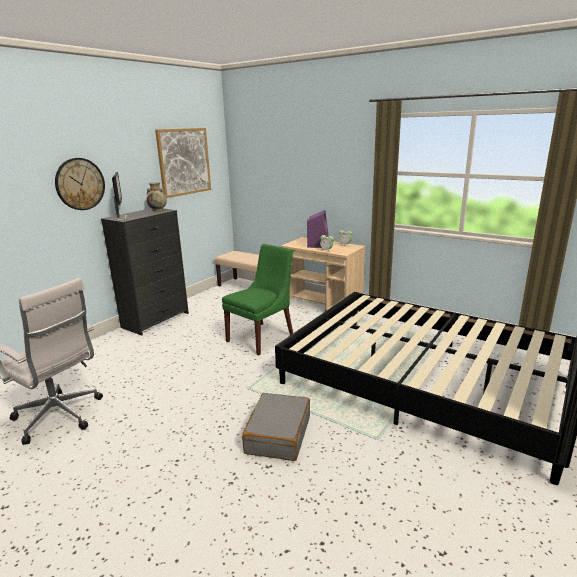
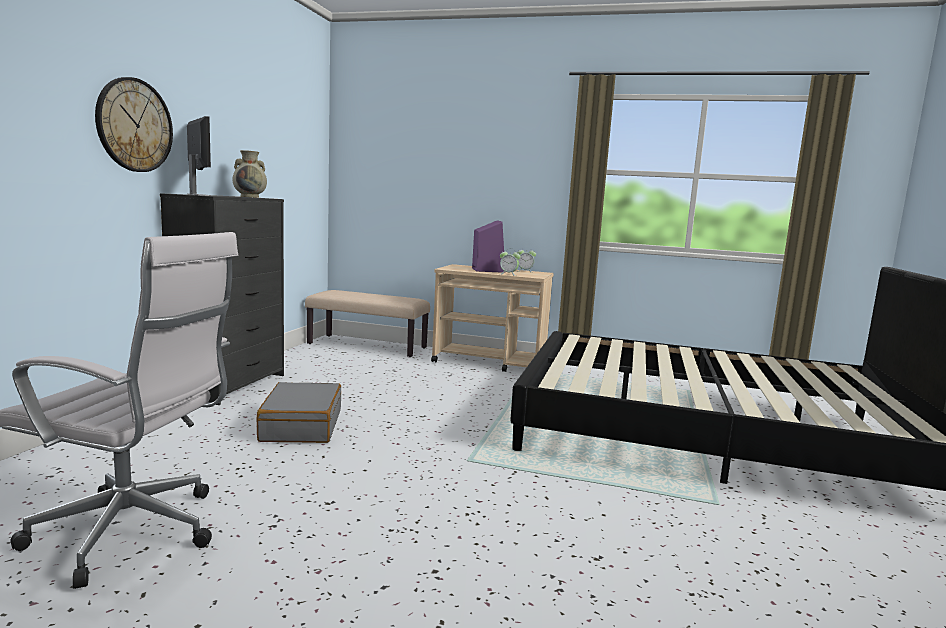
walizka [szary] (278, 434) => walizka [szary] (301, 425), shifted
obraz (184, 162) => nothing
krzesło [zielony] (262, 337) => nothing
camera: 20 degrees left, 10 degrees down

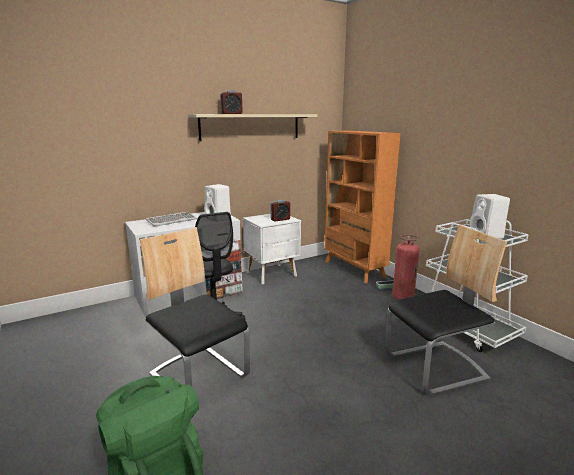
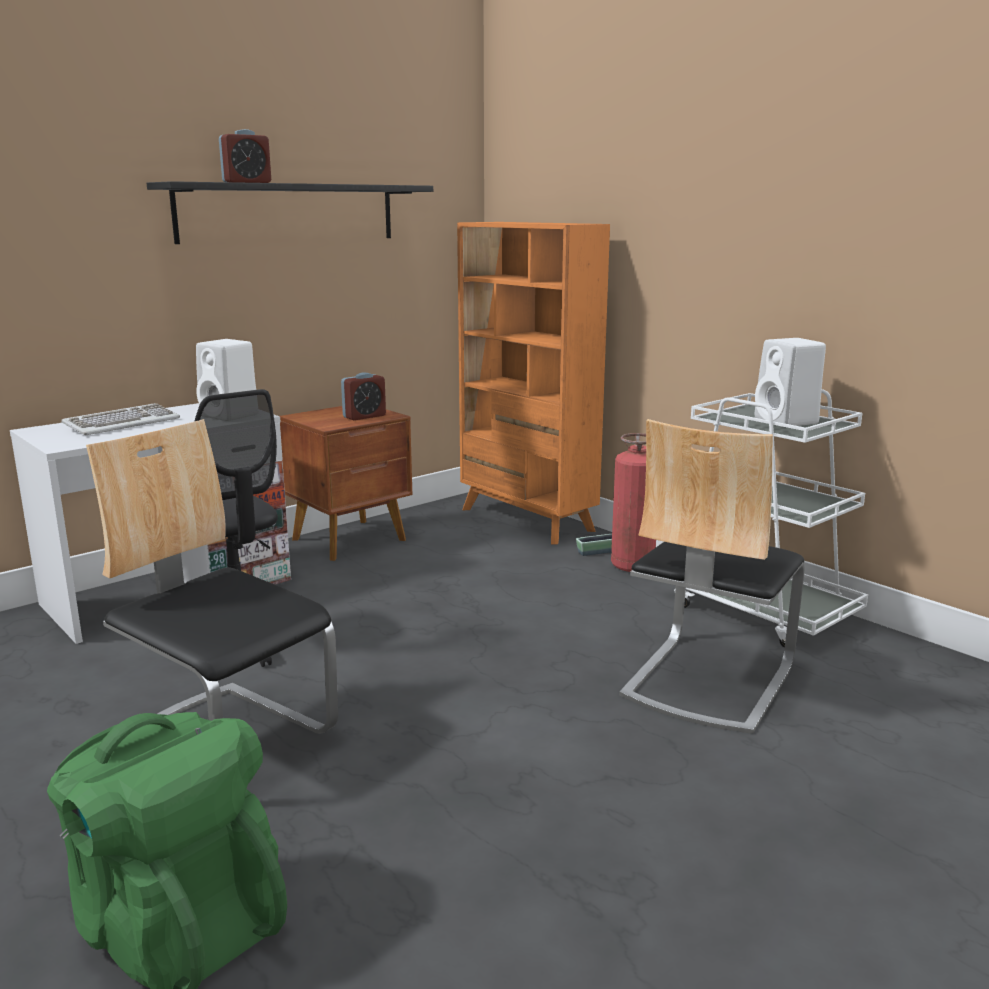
półka [beżowy] (251, 127) => półka [czarny] (289, 213)
szafka nocna [biały] (272, 274) => szafka nocna [brązowy] (351, 540)
krzesło (435, 367) => krzesło (707, 680), 150 degrees clockwise
camera: 10 degrees left, 0 degrees up

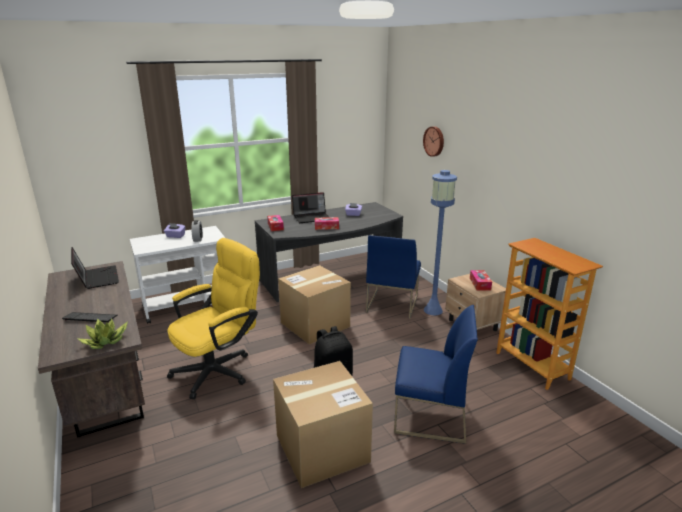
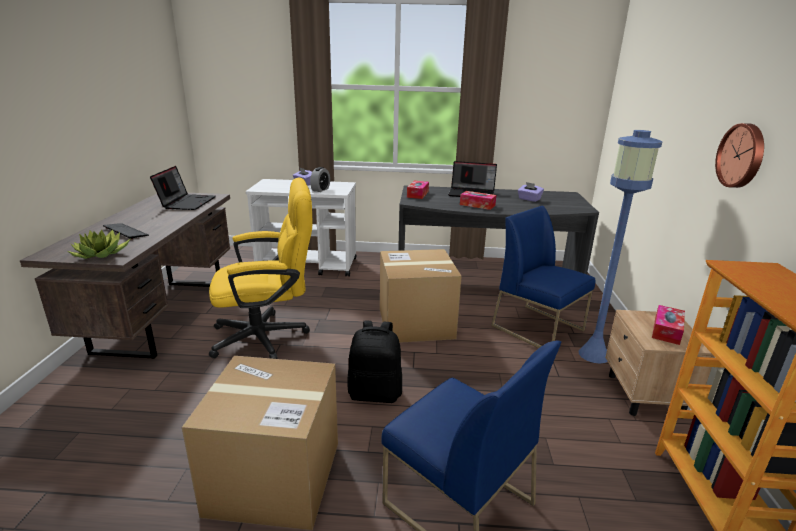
krzesło [niebieski] (391, 303) => krzesło [niebieski] (538, 328), 90 degrees clockwise
zegar ścienny (434, 141) => zegar ścienny (742, 156), shifted
camera: 30 degrees right, 0 degrees up

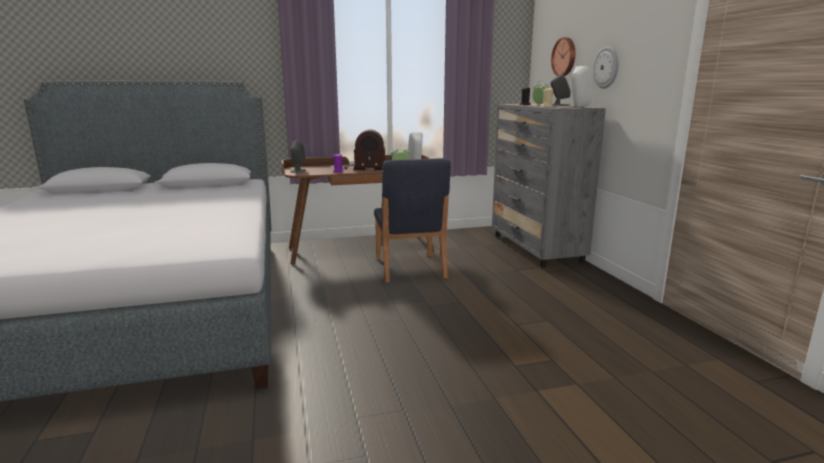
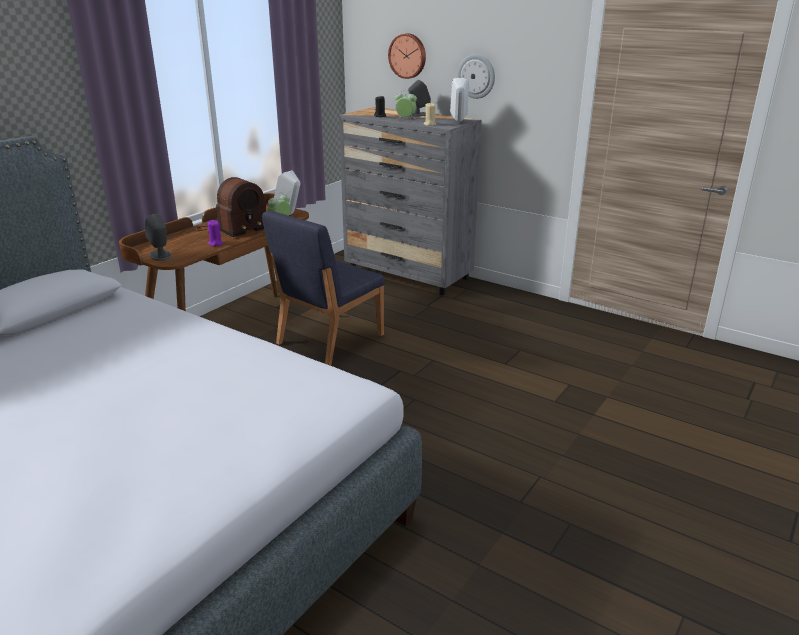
krzesło [niebieski] (409, 268) => krzesło [niebieski] (329, 339), 90 degrees clockwise
camera: 40 degrees left, 10 degrees up

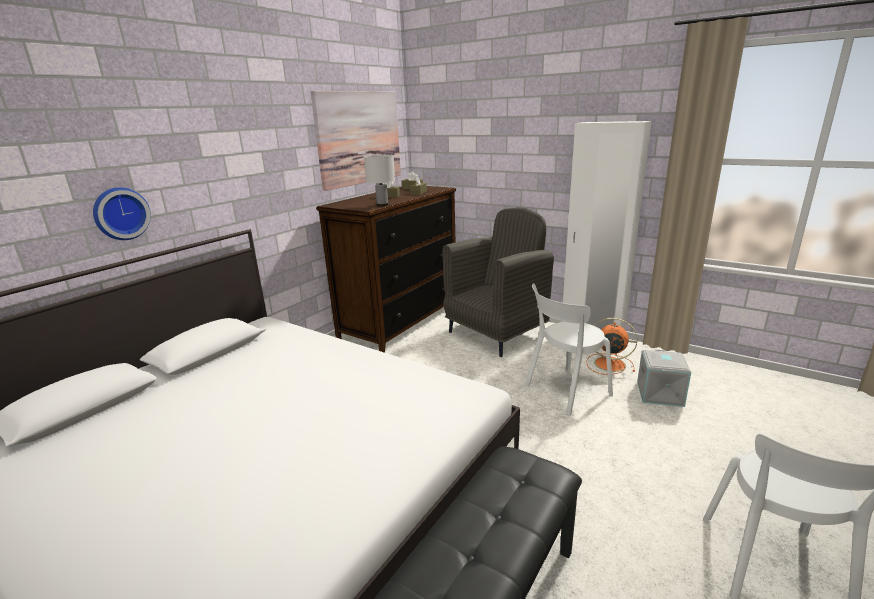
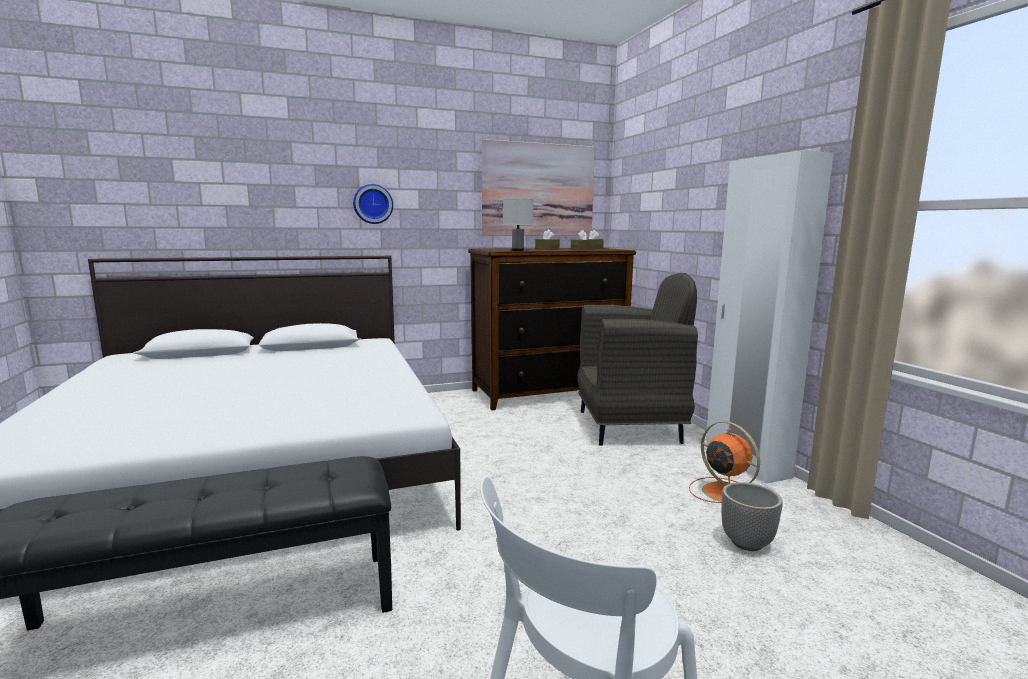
zegar ścienny (120, 213) => zegar ścienny (373, 204), shifted
pojemnik do przechowywania [szary] (661, 394) => donica (746, 543)
krzesło [biały] (565, 391) => nothing
camera: 35 degrees right, 10 degrees down

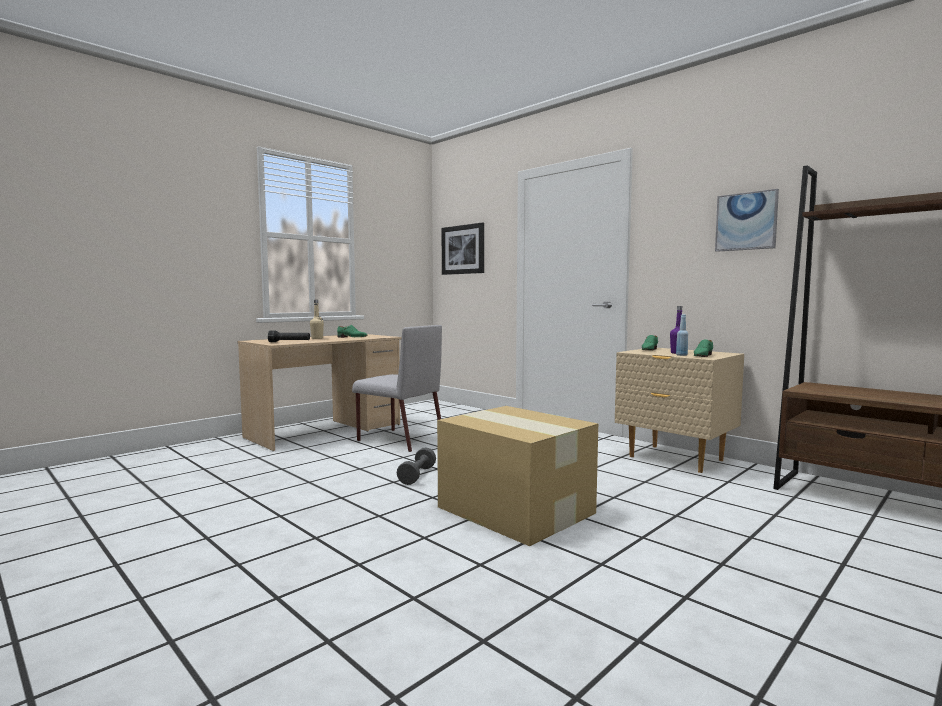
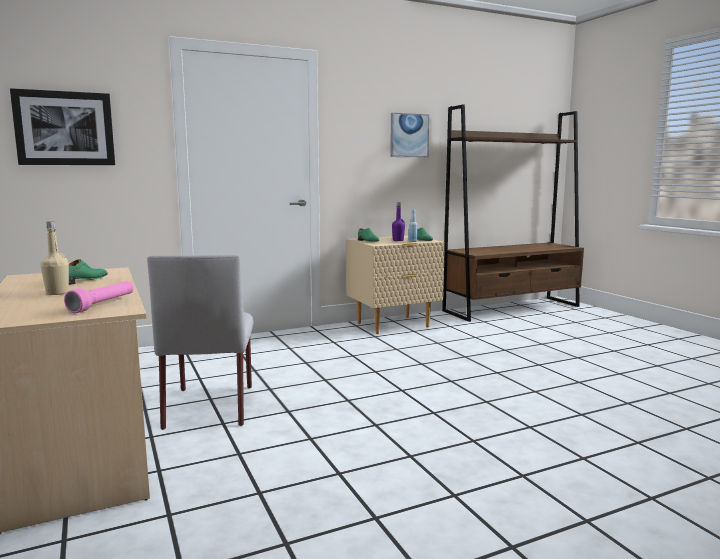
latarka [czarny] (289, 342) => latarka [różowy] (103, 304)
krzesło [szary] (399, 440) => krzesło [szary] (210, 405), 120 degrees clockwise
hantel [szary] (417, 475) => nothing
karton (515, 509) => nothing
camera: 70 degrees left, 5 degrees up

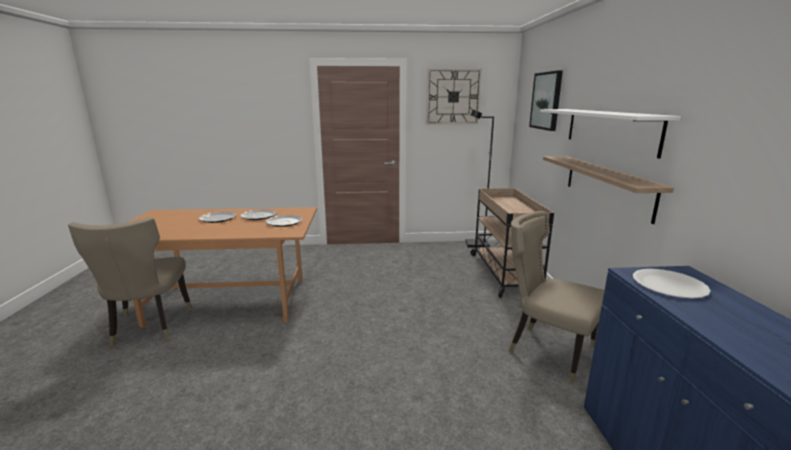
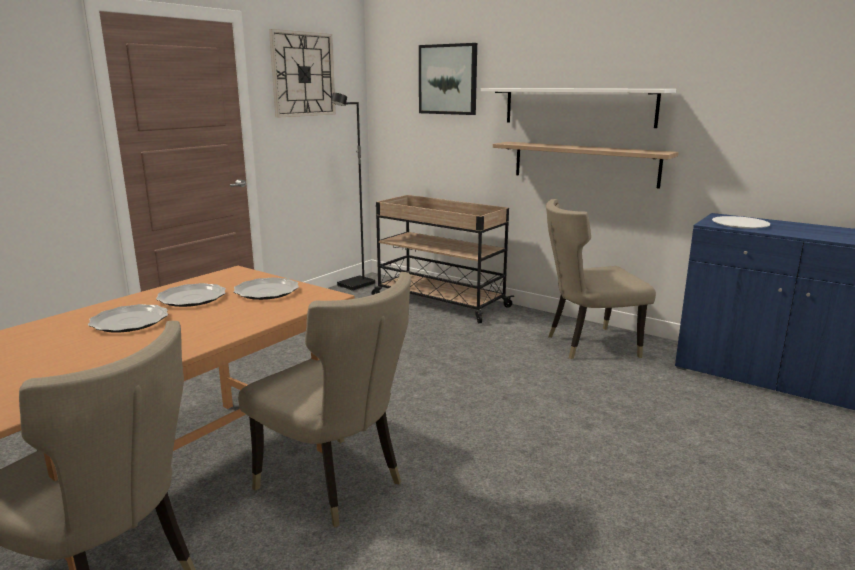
nothing => krzesło [beżowy] (336, 484)
camera: 50 degrees left, 0 degrees up

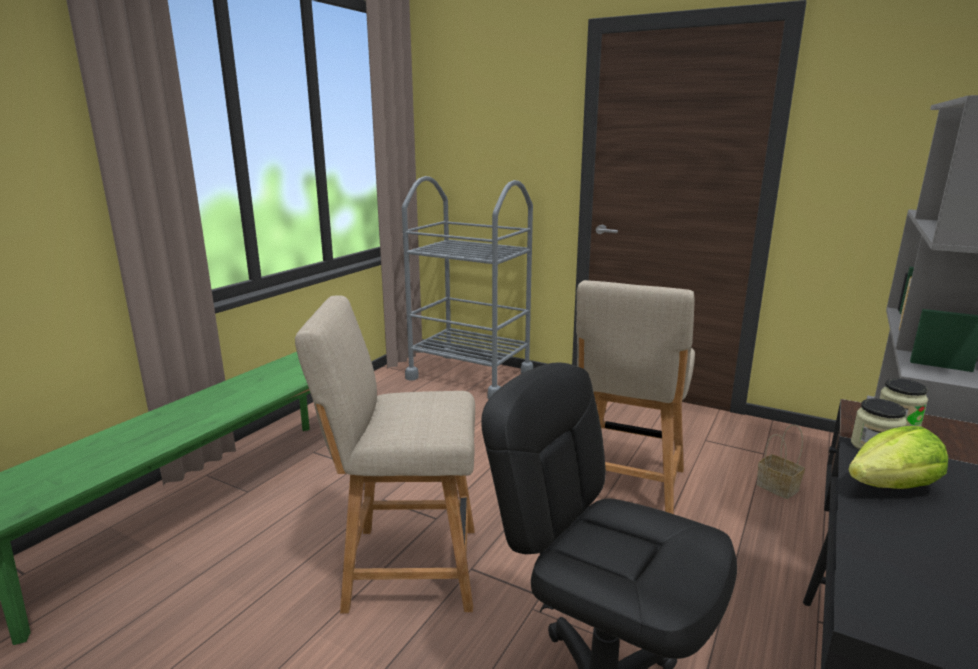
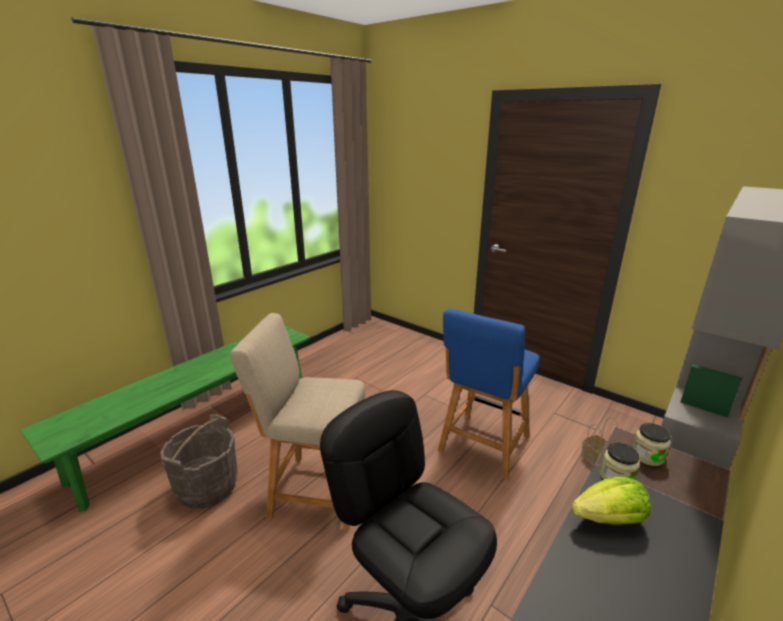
nothing => wiadro [szary] (207, 486)
krzesło [beżowy] (626, 487) => krzesło [niebieski] (482, 446)
wózek [szary] (470, 375) => nothing
camera: 10 degrees right, 5 degrees up

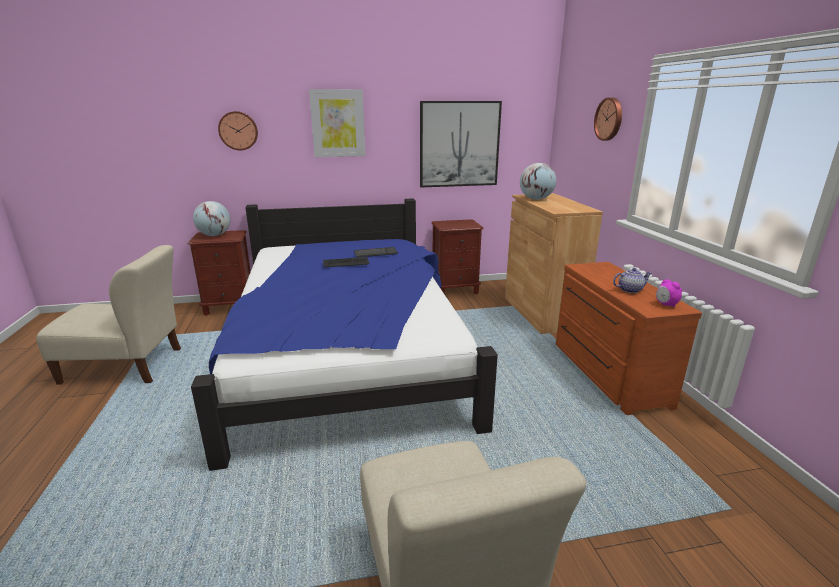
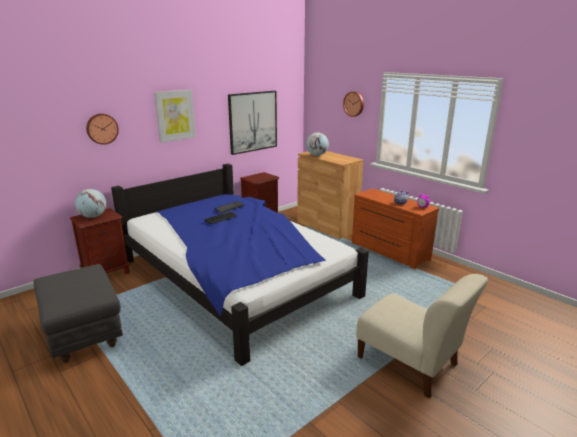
krzesło [beżowy] (127, 366) => pufa [szary] (85, 335)
camera: 30 degrees left, 0 degrees up

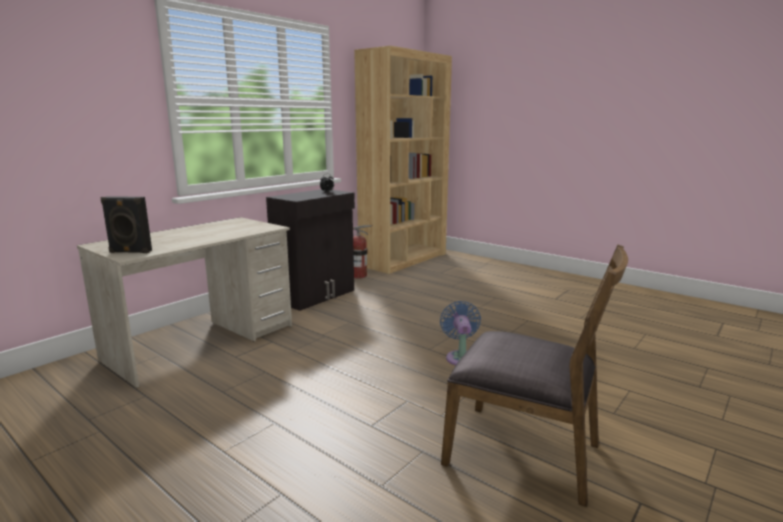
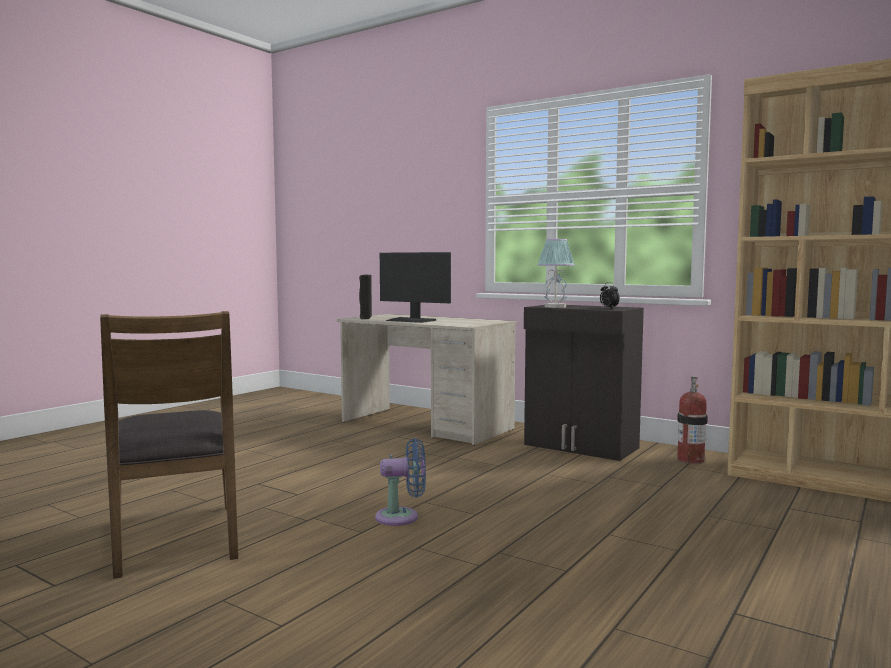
krzesło [brązowy] (524, 452) => krzesło [brązowy] (176, 539), 45 degrees counterclockwise
nothing => monitor (411, 320)
nothing => lampa stołowa (554, 307)
camera: 85 degrees right, 10 degrees down

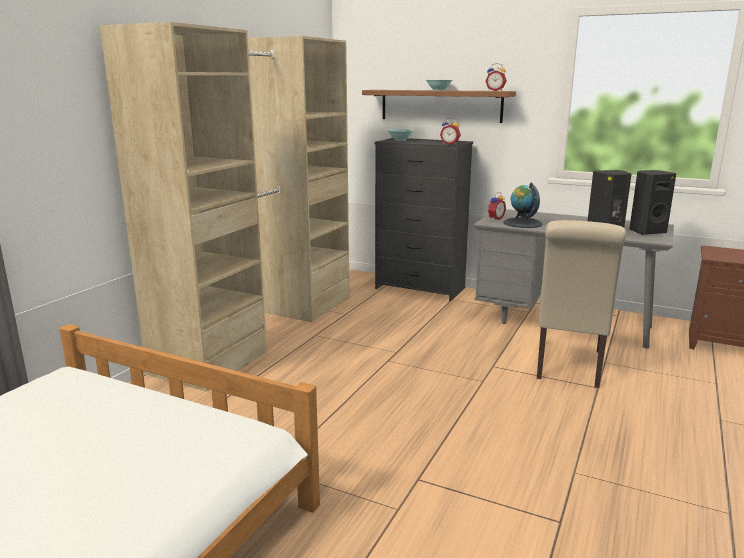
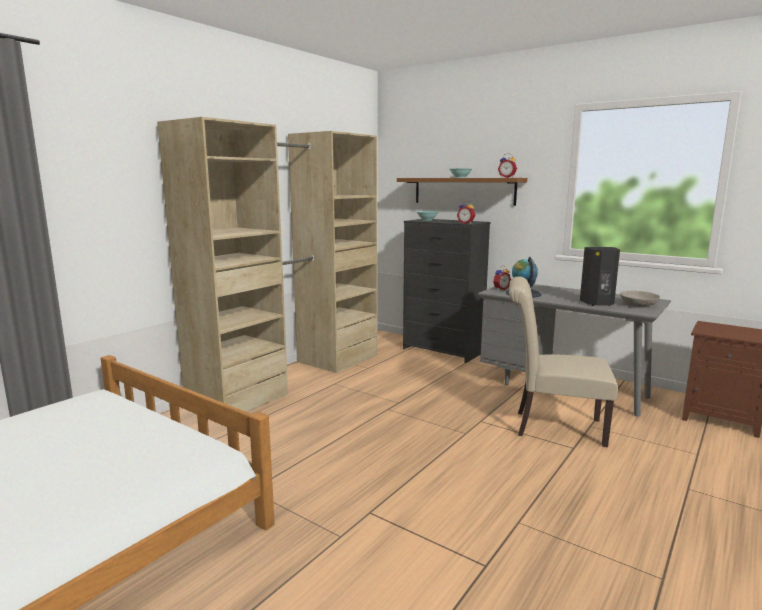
krzesło [beżowy] (568, 366) => krzesło [beżowy] (552, 427), 75 degrees clockwise
głośnik [czarny] (646, 232) => miska [szary] (638, 305)
camera: 10 degrees right, 5 degrees down

